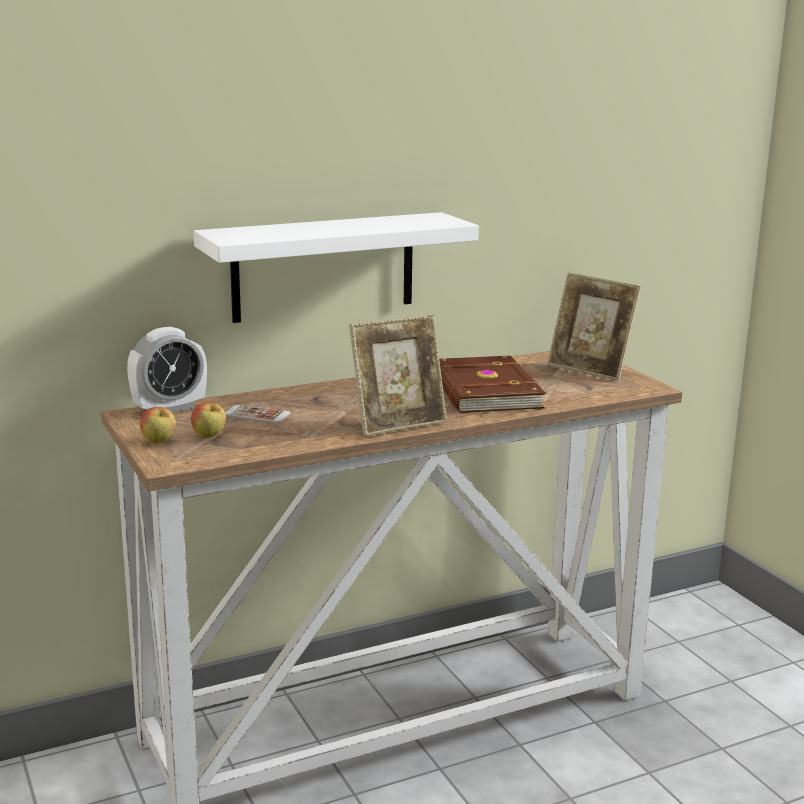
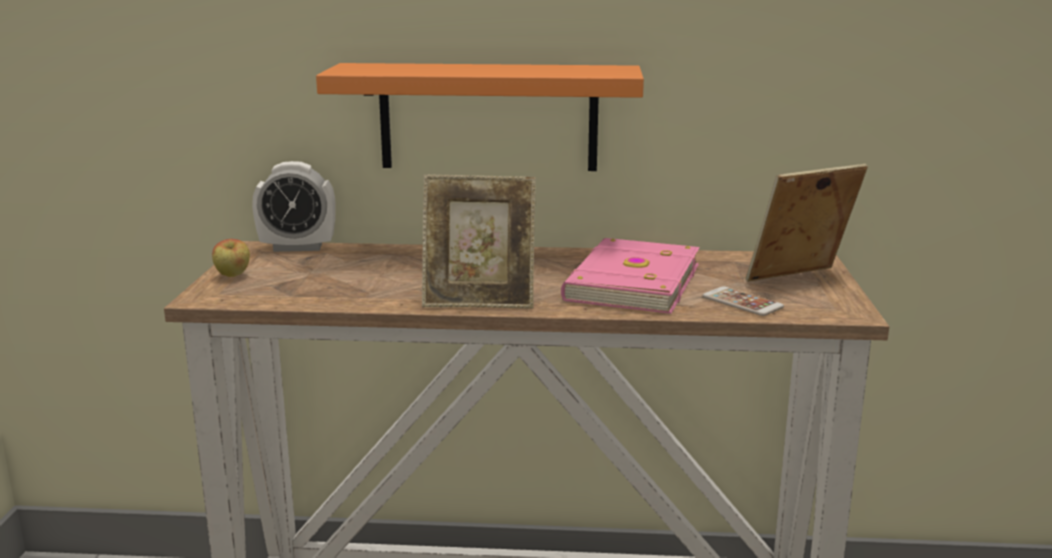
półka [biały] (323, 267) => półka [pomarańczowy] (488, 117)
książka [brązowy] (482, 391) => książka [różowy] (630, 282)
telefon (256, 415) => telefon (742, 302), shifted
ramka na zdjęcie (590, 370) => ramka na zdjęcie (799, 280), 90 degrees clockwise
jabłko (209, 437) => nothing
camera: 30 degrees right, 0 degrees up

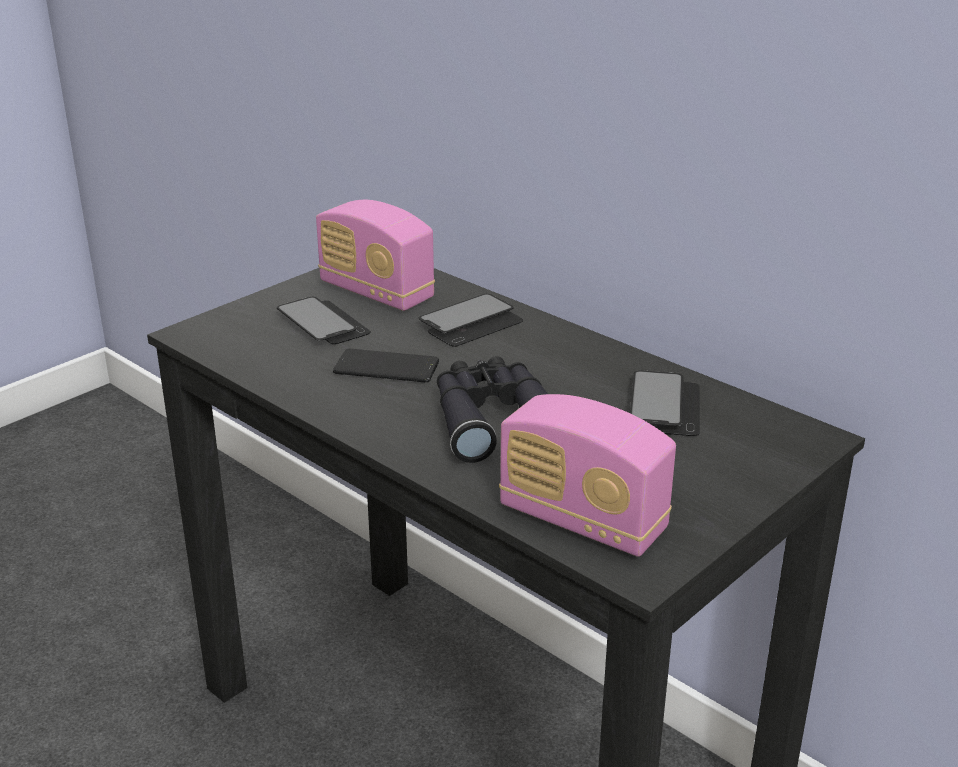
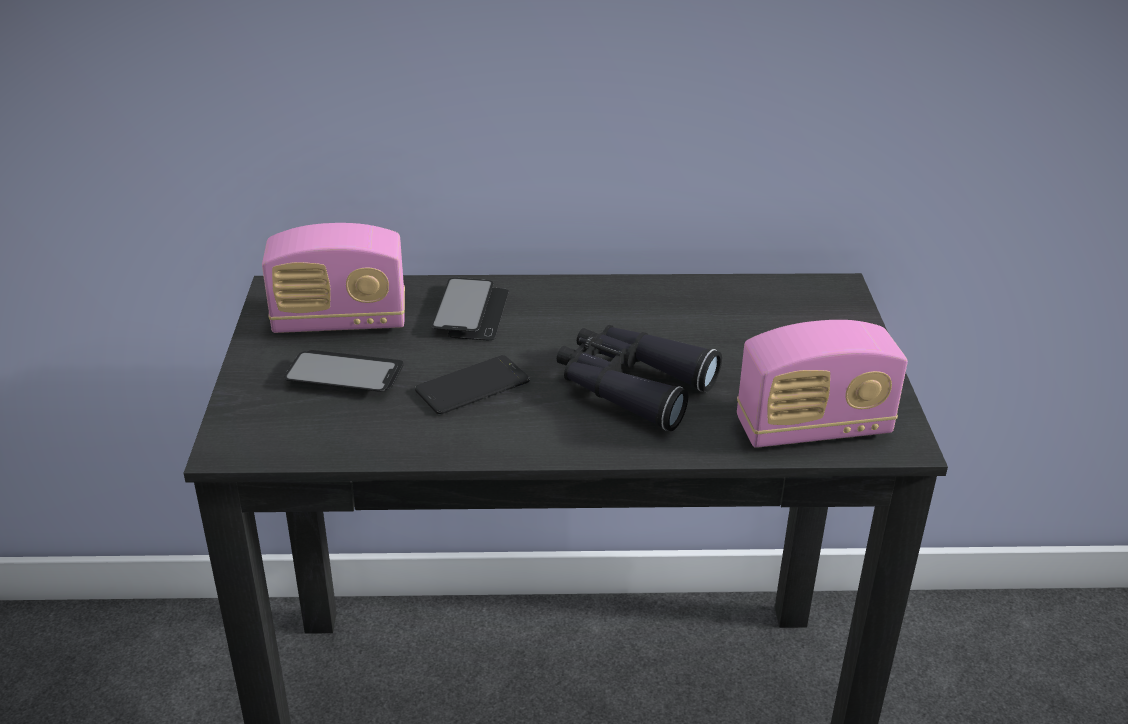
telefon (665, 406) => nothing
camera: 45 degrees left, 5 degrees up

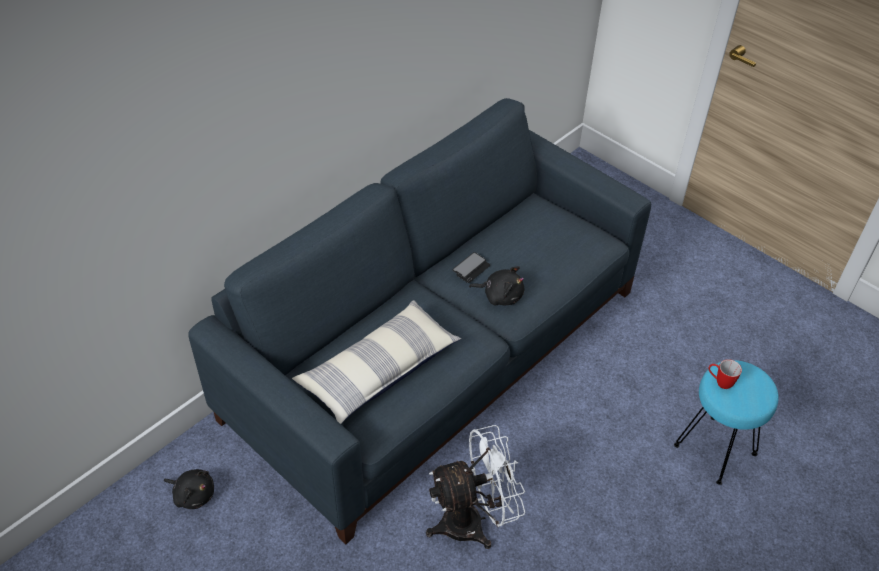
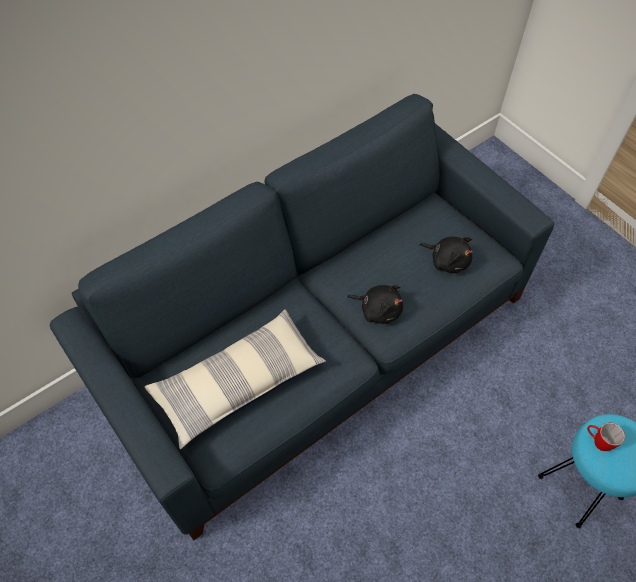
pluszak [czarny] (193, 494) => pluszak [czarny] (447, 261), shifted
wentylator [biały] (473, 521) => nothing
telefon (471, 268) => nothing
camera: 10 degrees right, 10 degrees up

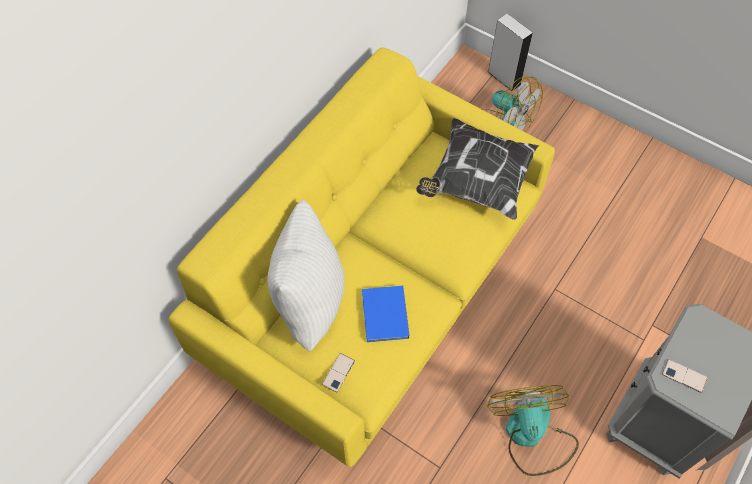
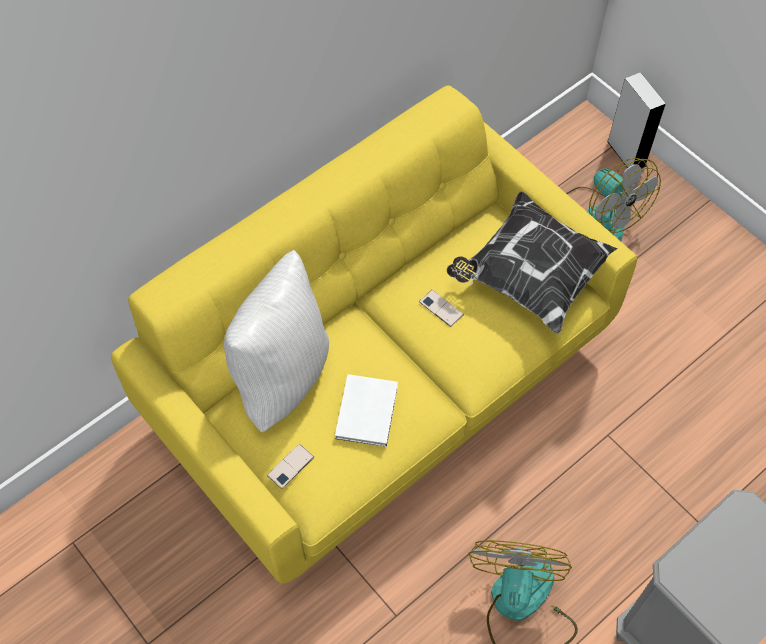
książka [niebieski] (386, 313) => książka [biały] (368, 410)
telefon (684, 376) => telefon (441, 308), shifted
camera: 15 degrees right, 0 degrees up

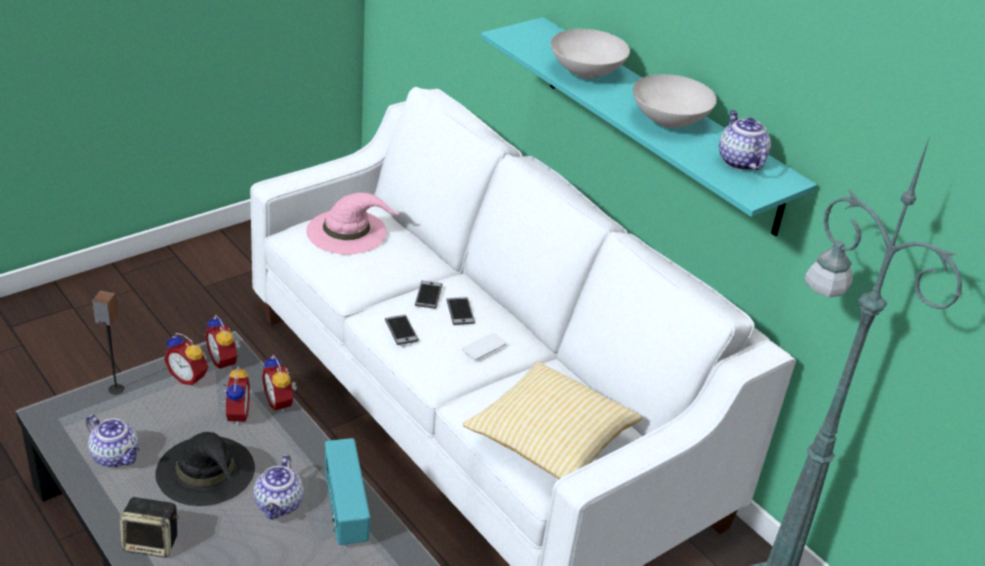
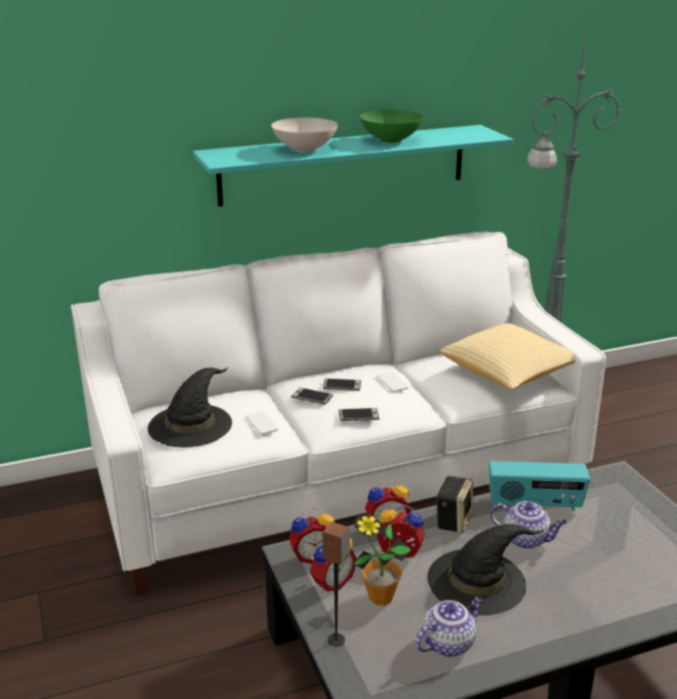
kapelusz [różowy] (348, 231) => kapelusz [czarny] (190, 424)
nothing => telefon (261, 423)
nothing => roślina doniczkowa (380, 597)
miska [biały] (668, 122) => miska [zielony] (391, 140)
głośnik (152, 543) => głośnik (453, 520), shifted
imbryk (739, 161) => nothing
camera: 70 degrees left, 10 degrees down

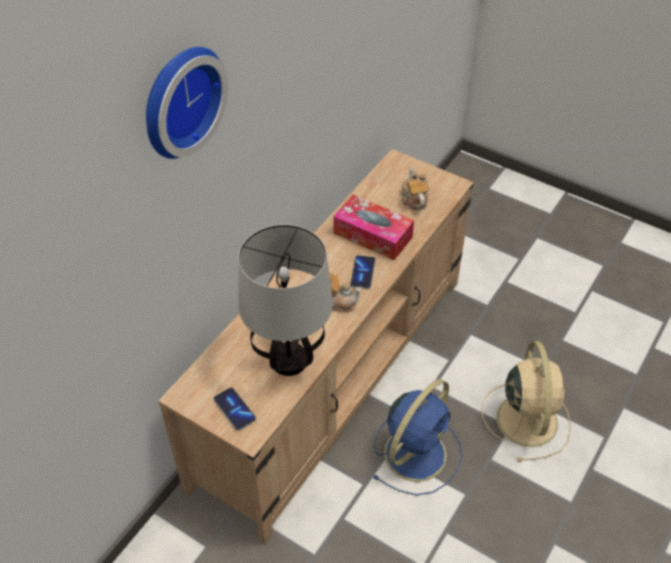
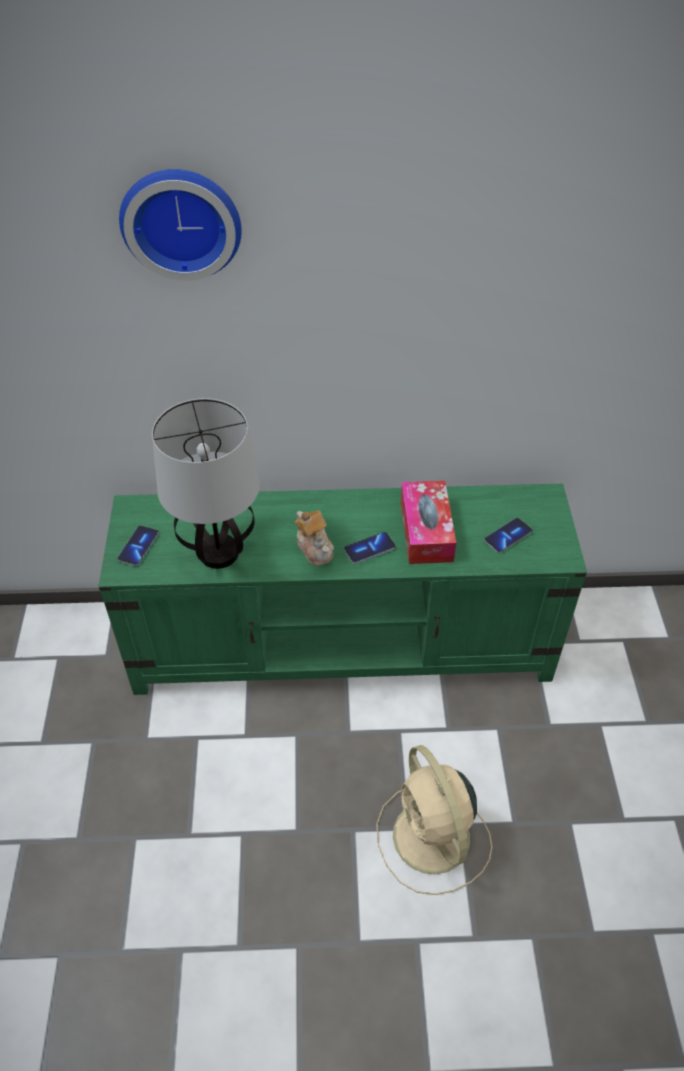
szafka pod telewizor [beżowy] (334, 377) => szafka pod telewizor [zielony] (343, 644)
wentylator [beżowy] (526, 418) => wentylator [beżowy] (433, 839), 105 degrees clockwise
imbryk (414, 199) => telefon (508, 536)
wentylator [niebieski] (417, 451) => nothing
camera: 55 degrees right, 0 degrees up

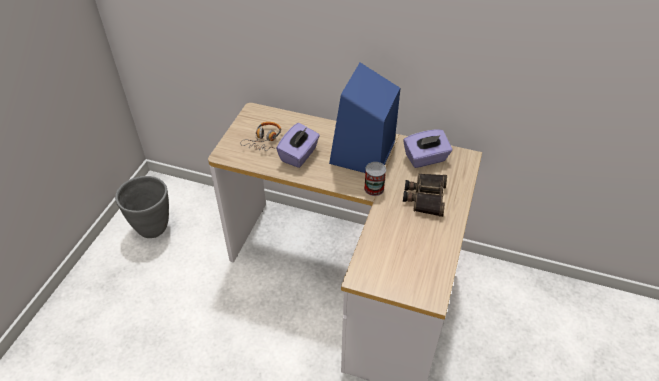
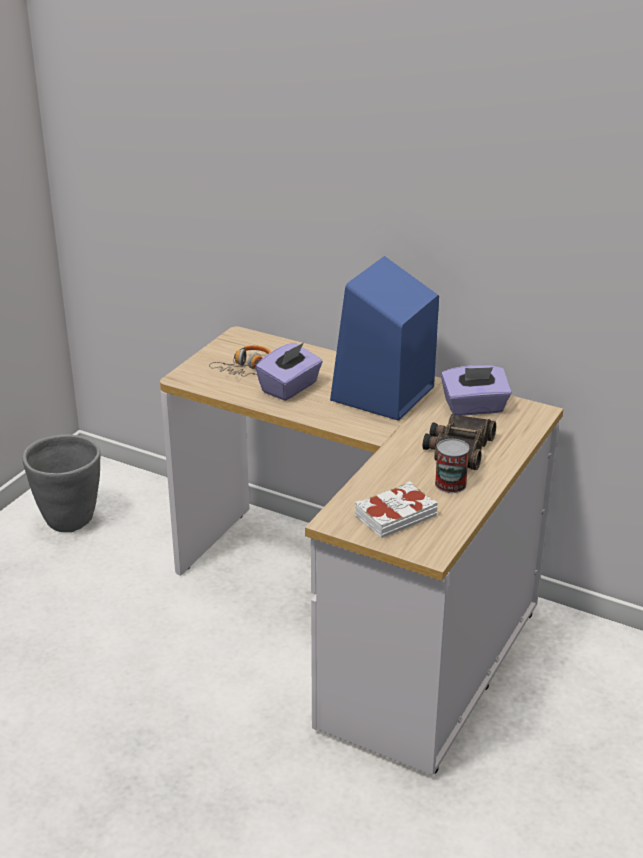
nothing => książka [biały] (394, 515)
puszka (374, 188) => puszka (450, 484), shifted
camera: 10 degrees right, 15 degrees down

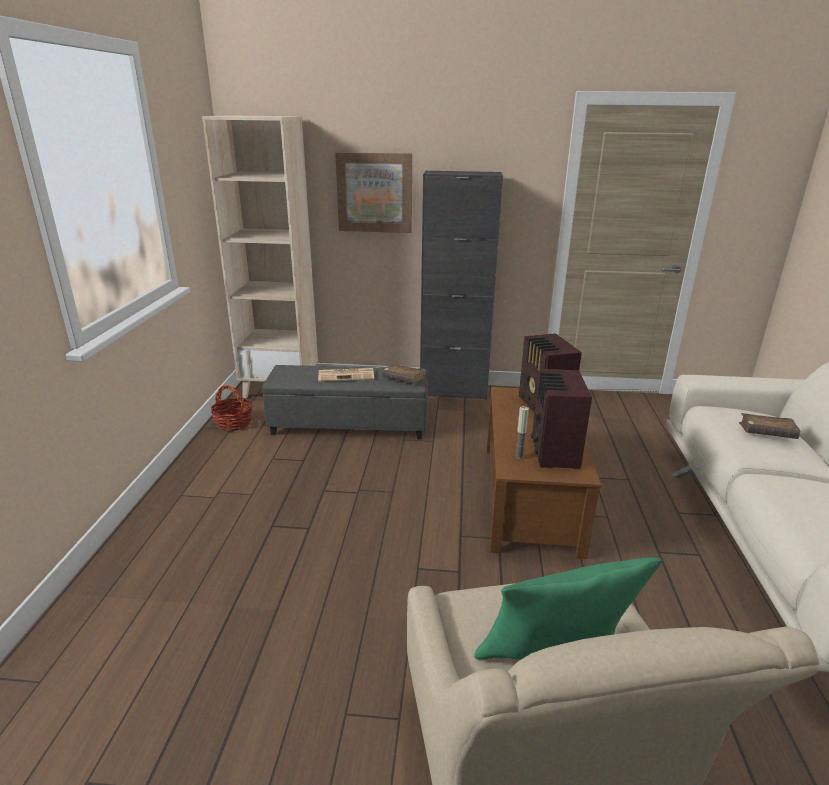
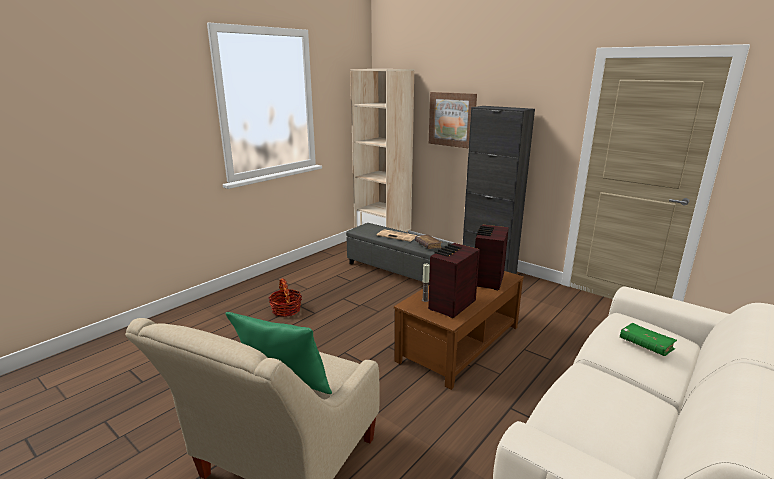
koszyk (233, 423) => koszyk (286, 310), shifted
książka [brązowy] (767, 432) => książka [zielony] (645, 345)
camera: 35 degrees right, 5 degrees down

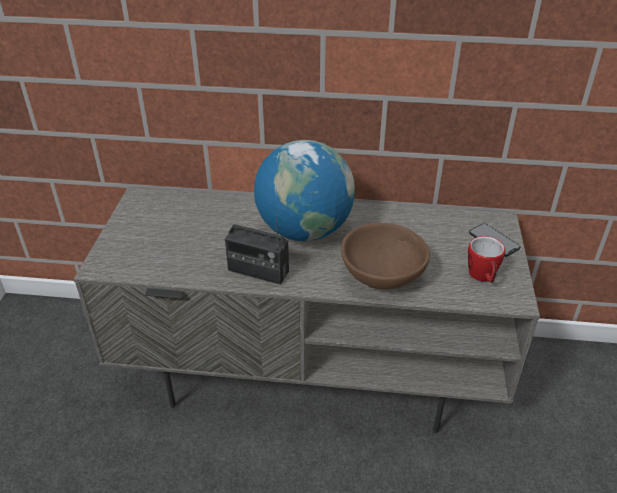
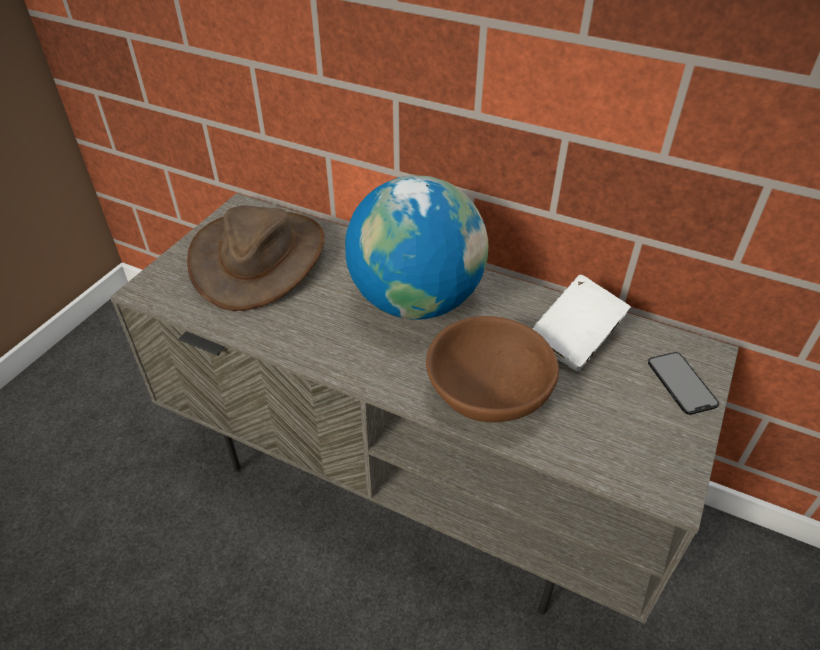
nothing => kapelusz [brązowy] (258, 258)
nothing => książka [biały] (575, 339)
radio (258, 271) => nothing
kubek (483, 277) => nothing
camera: 20 degrees right, 5 degrees up

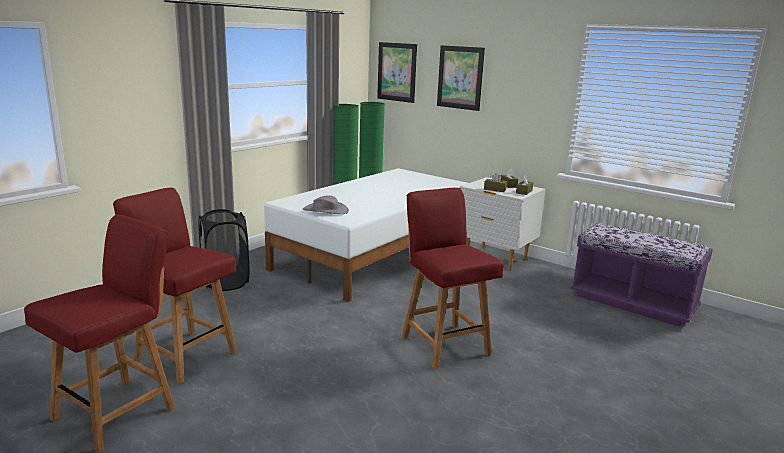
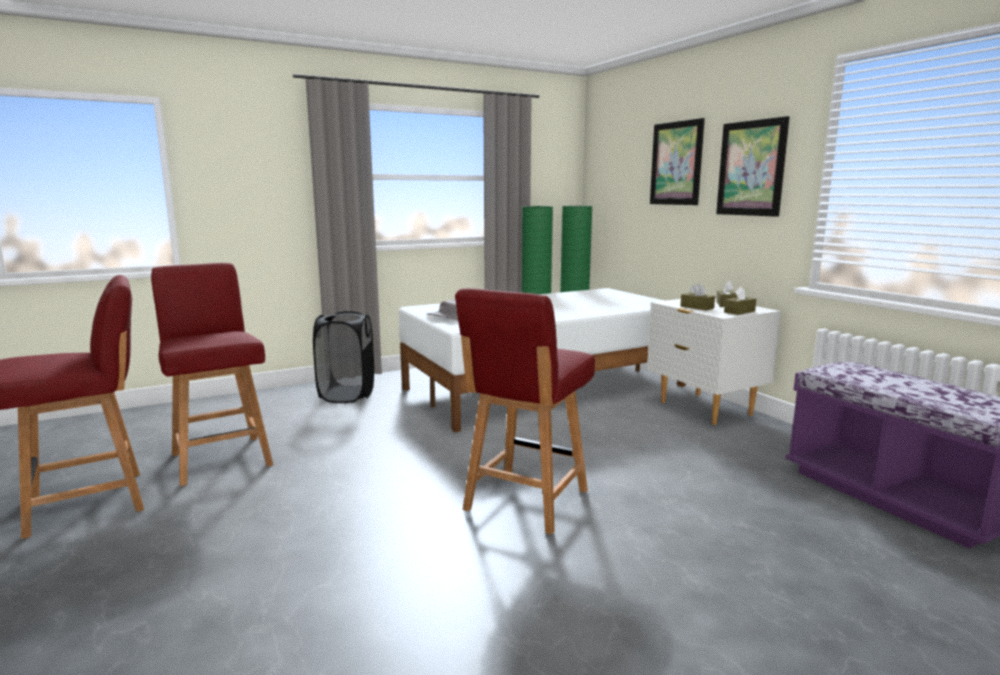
krzesło [czerwony] (444, 344) => krzesło [czerwony] (525, 501), 150 degrees counterclockwise
obraz (397, 72) => obraz (751, 168), shifted
camera: 25 degrees right, 5 degrees down

